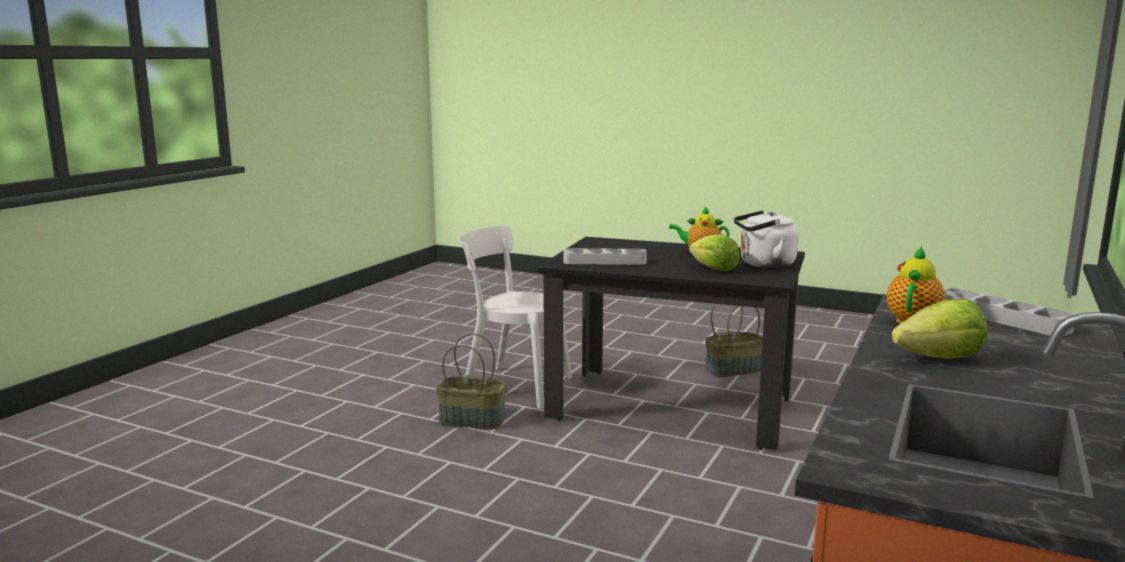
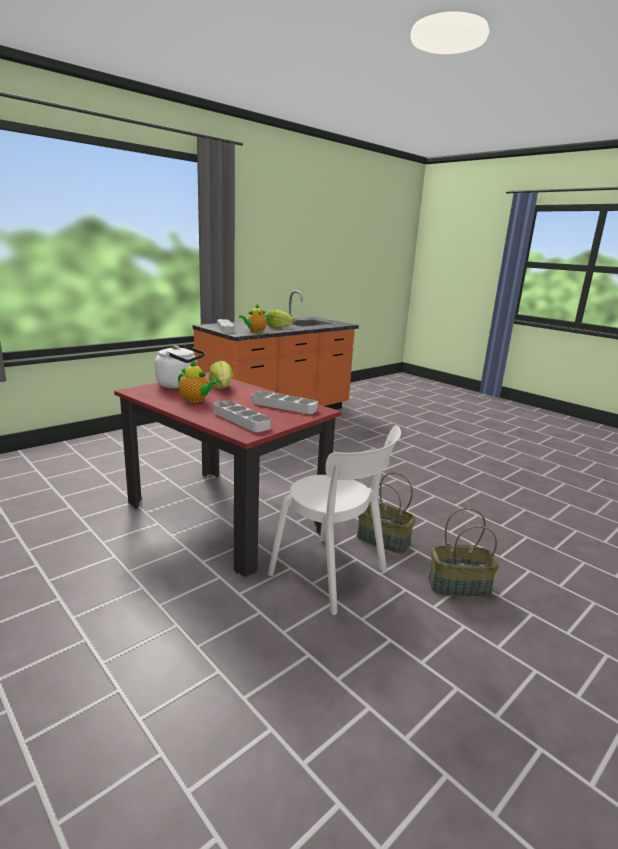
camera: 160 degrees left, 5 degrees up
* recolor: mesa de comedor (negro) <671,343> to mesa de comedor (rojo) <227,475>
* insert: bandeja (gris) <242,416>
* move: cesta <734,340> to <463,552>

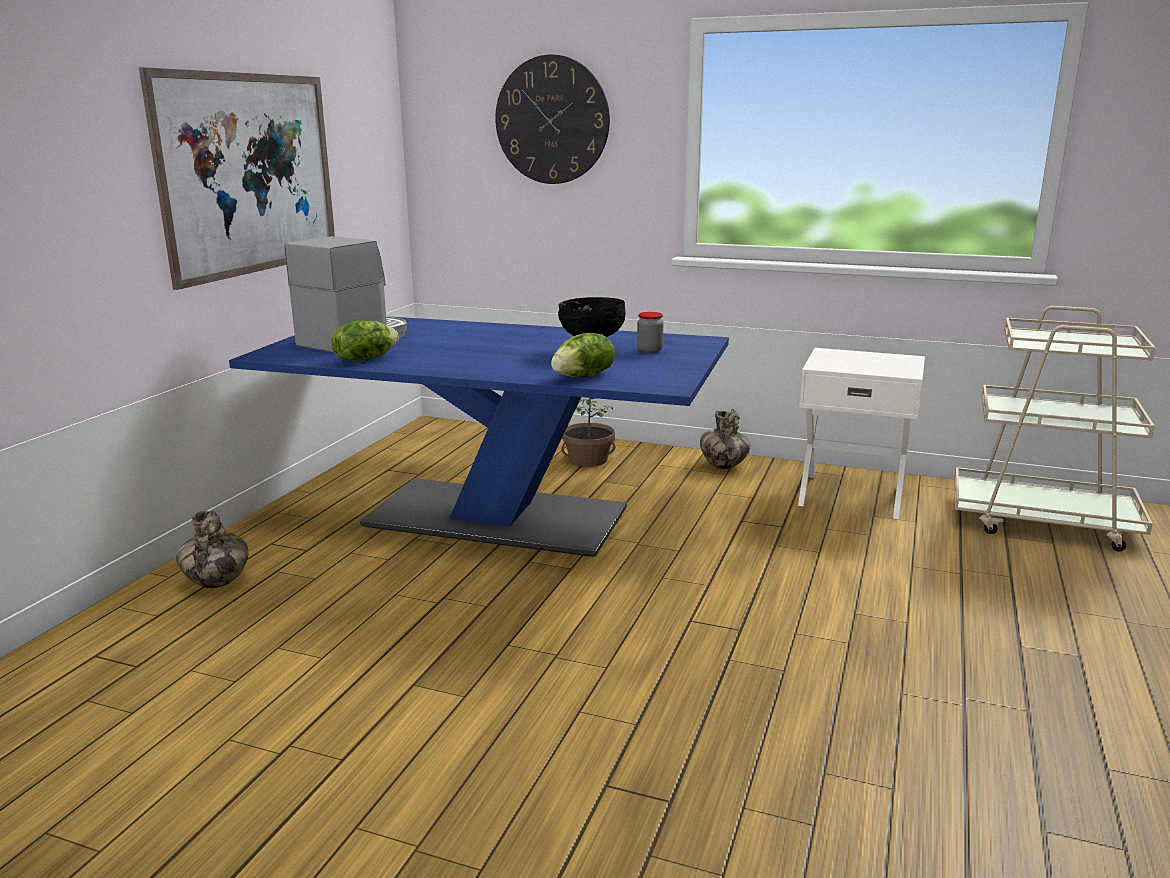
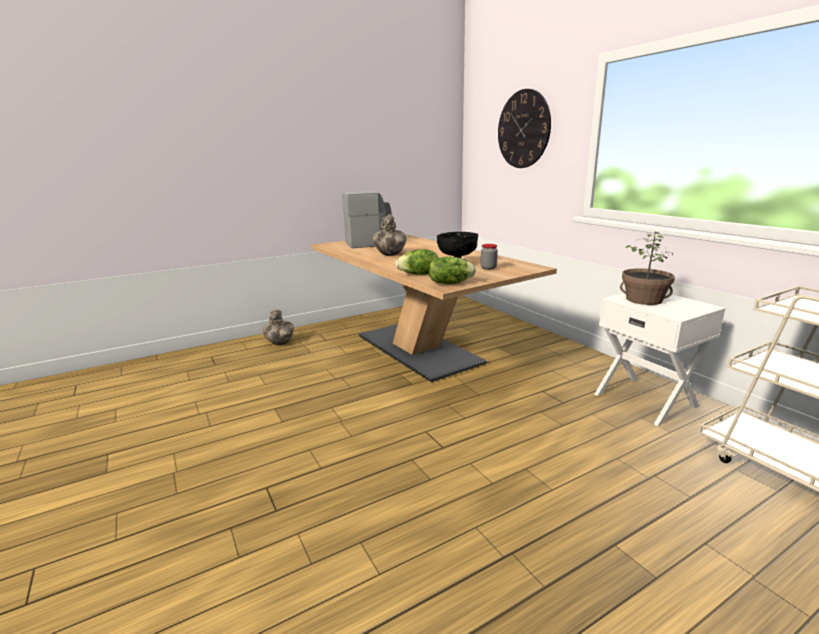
camera: 40 degrees right, 0 degrees up
* recolor: mesa de comedor (azul) <479,436> to mesa de comedor (beis) <433,308>
* move: florero <725,439> to <389,235>
* move: lechuga <365,341> to <452,270>
* move: planta en maceta <588,432> to <647,268>
* delete: cuadro <237,178>

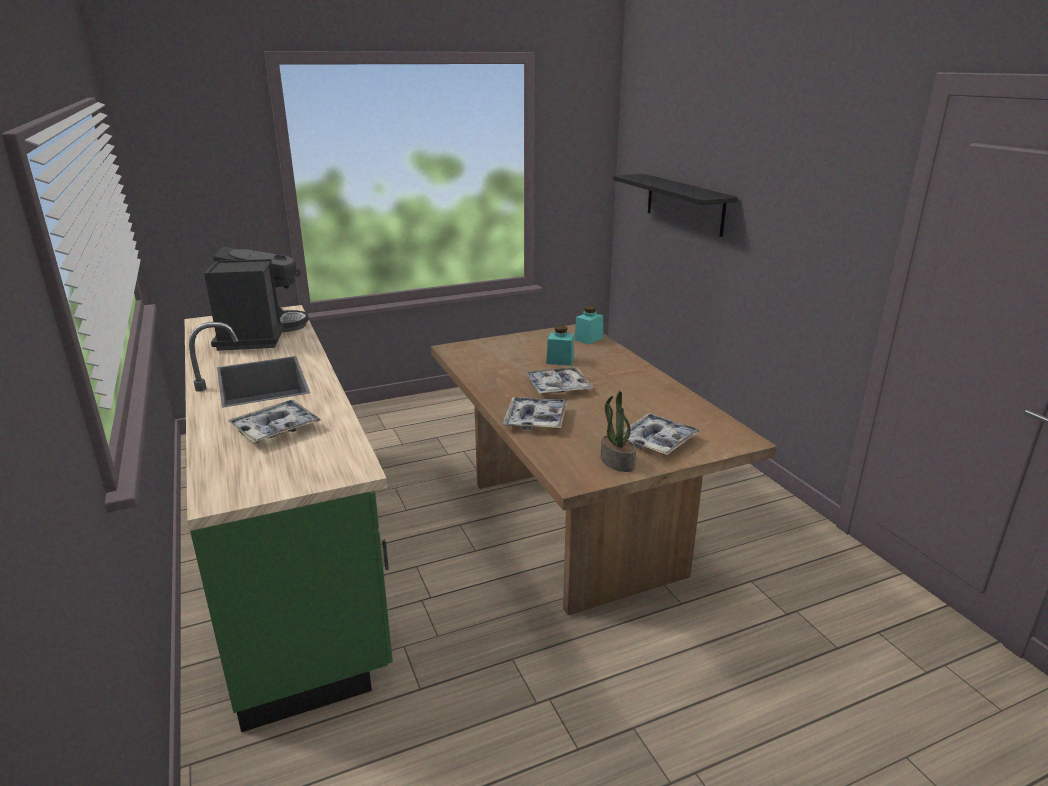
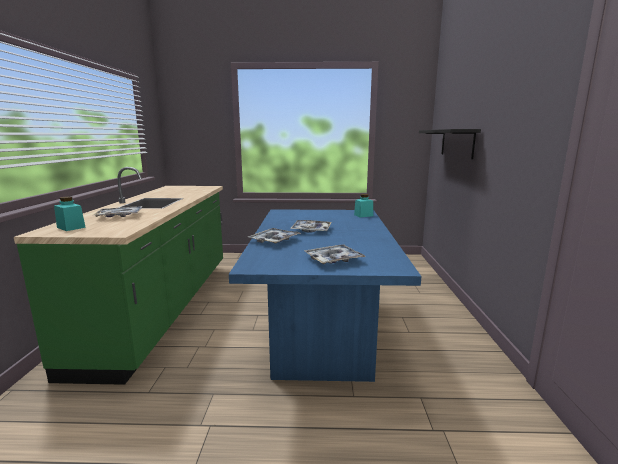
camera: 25 degrees right, 10 degrees down
* move: tarro (turquesa) <560,346> to <70,213>
* recolor: mesa de comedor (marrón) <604,469> to mesa de comedor (azul) <325,295>
* delete: cafetera <256,299>
* delete: planta en maceta <618,431>

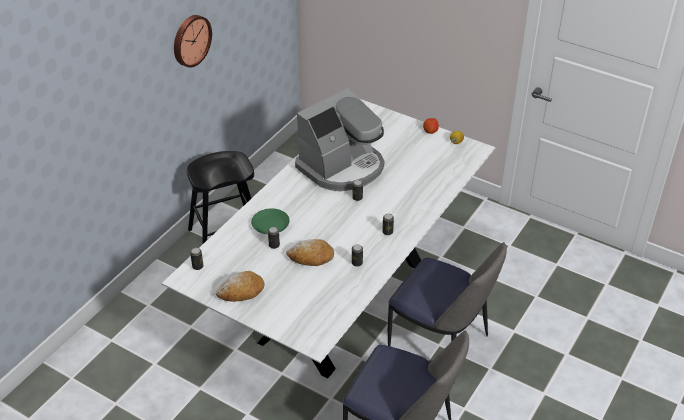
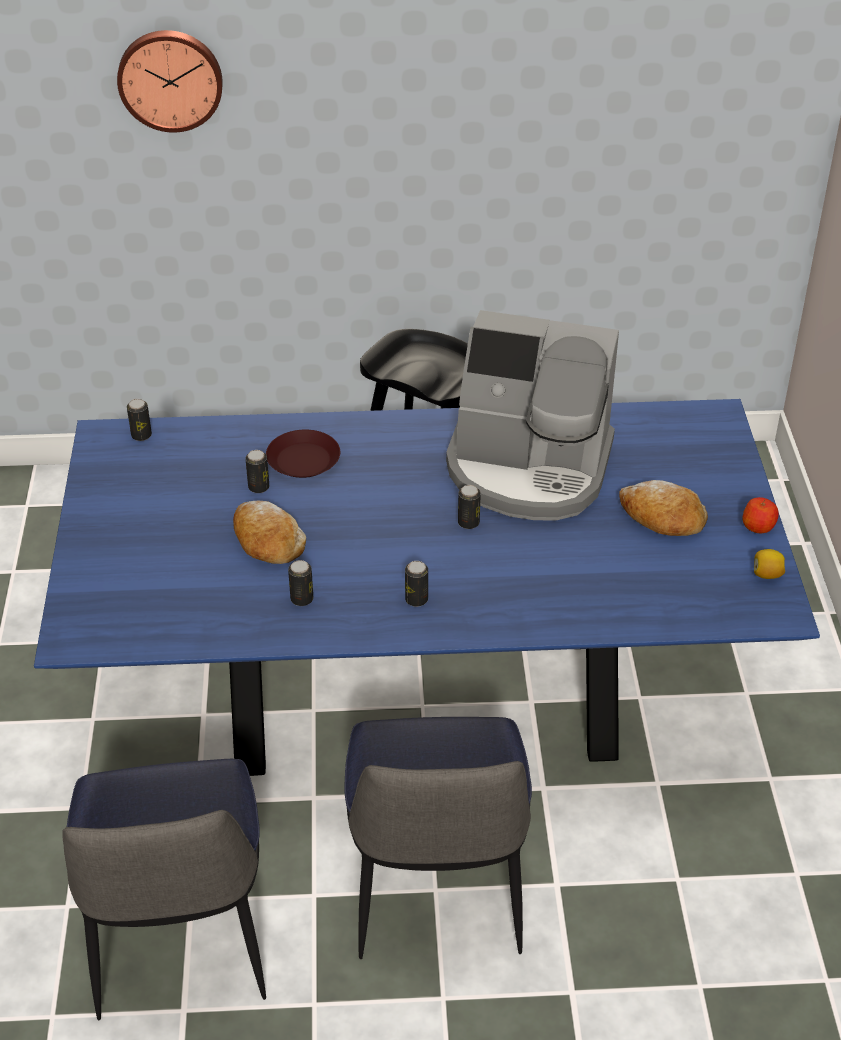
camera: 55 degrees right, 0 degrees up
* recolor: mesa de comedor (blanco) <328,239> to mesa de comedor (azul) <427,587>
* move: reloj de pared <193,41> to <170,81>
* recolor: plato (verde) <270,221> to plato (marrón) <303,454>
* move: pan <240,286> to <663,508>

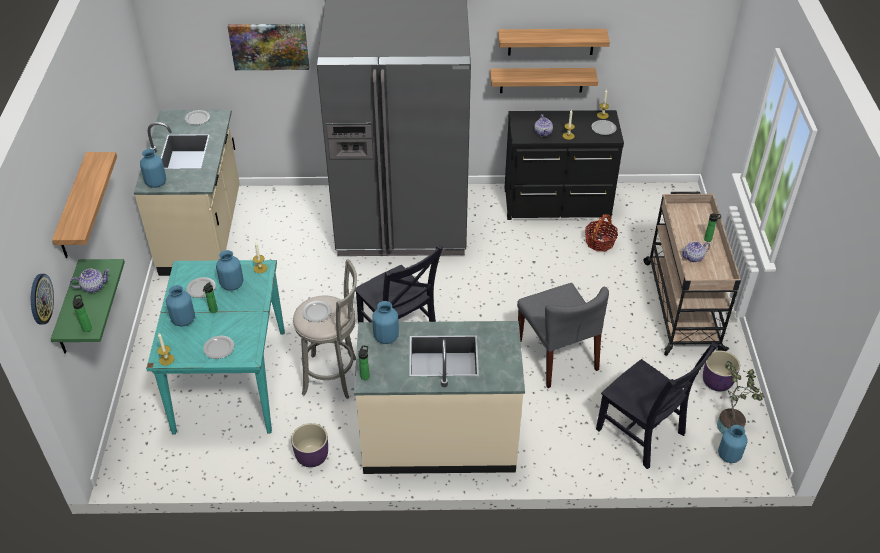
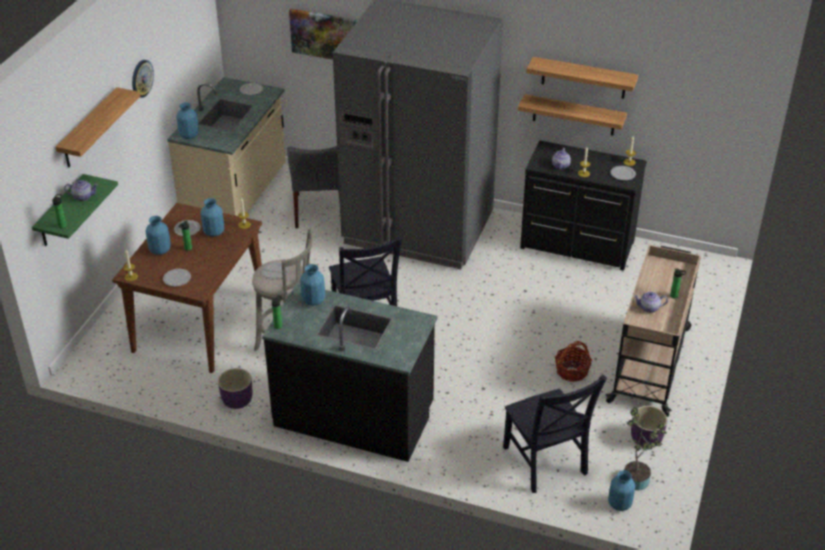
camera: 20 degrees right, 5 degrees down
* recolor: mesa de comedor (turquesa) <215,347> to mesa de comedor (marrón) <187,288>
* move: reloj de pared <42,299> to <143,79>
* recolor: mueble bajo de cocina (beis) <439,397> to mueble bajo de cocina (negro) <350,372>
* move: silla (gris) <563,335> to <313,187>
* move: cesta <601,232> to <573,361>

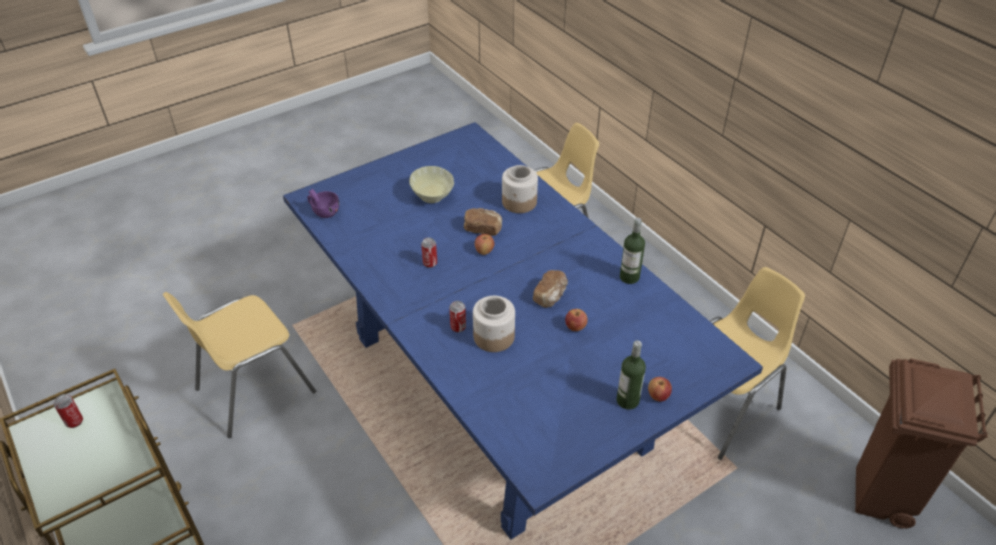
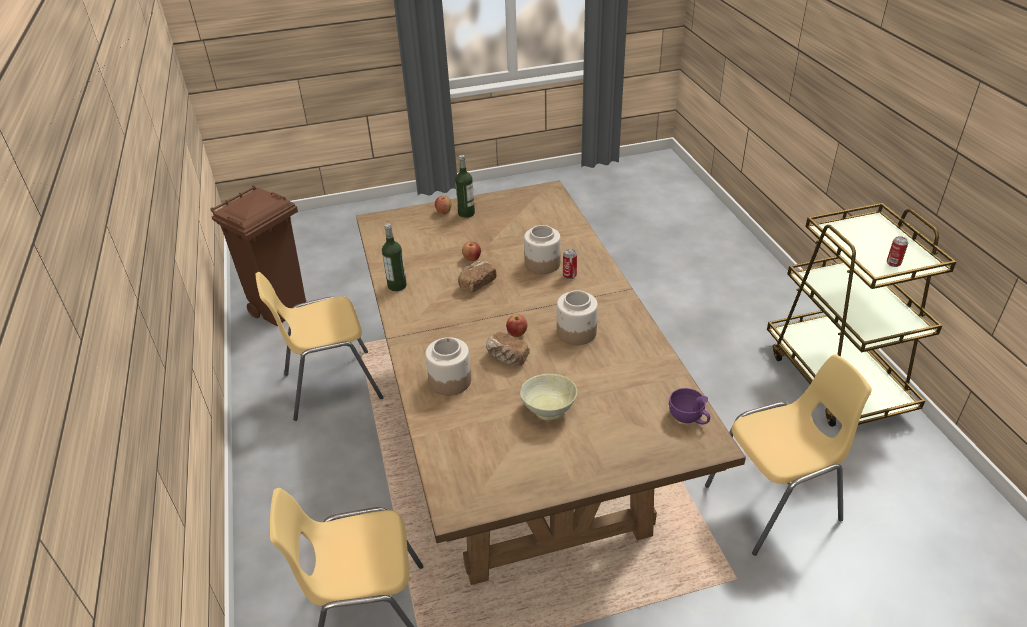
camera: 160 degrees left, 5 degrees down
* recolor: mesa de comedor (azul) <523,330> to mesa de comedor (marrón) <551,382>
* replace: lata <429,253> to tarro <577,317>

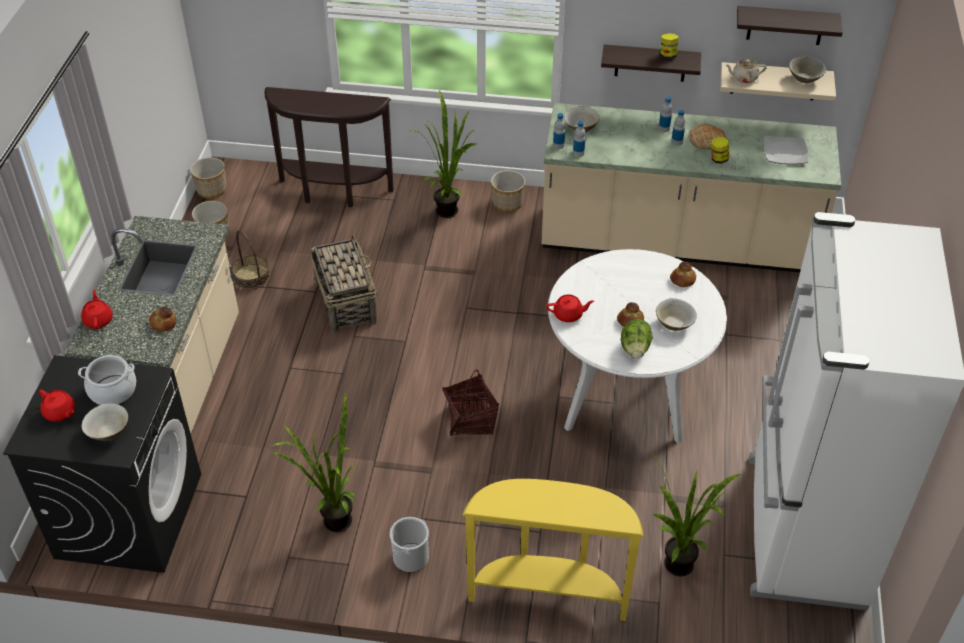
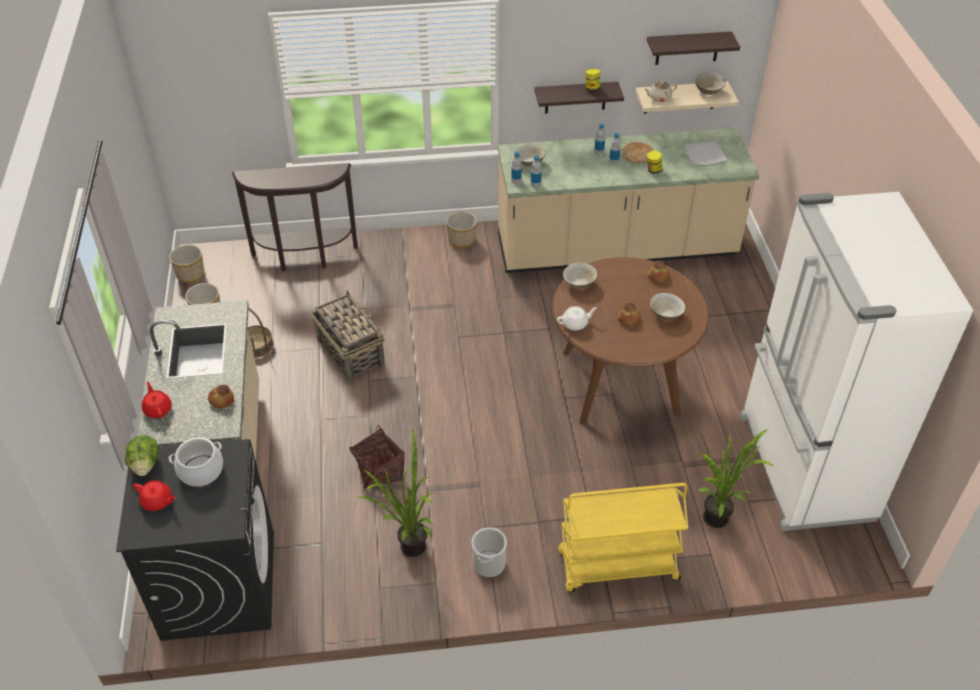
camera: 15 degrees left, 0 degrees up
* move: lechuga <637,339> to <141,455>
* move: cesta <470,403> to <377,457>
* recolor: mesa de comedor (blanco) <637,346> to mesa de comedor (marrón) <630,341>
* recolor: tetera (rojo) <570,308> to tetera (blanco) <577,318>
* replace: mesa consola (amarillo) <553,550> to carrito (amarillo) <623,537>
* move: cuenco (beis) <105,422> to <580,276>
* delete: planta en maceta <444,154>

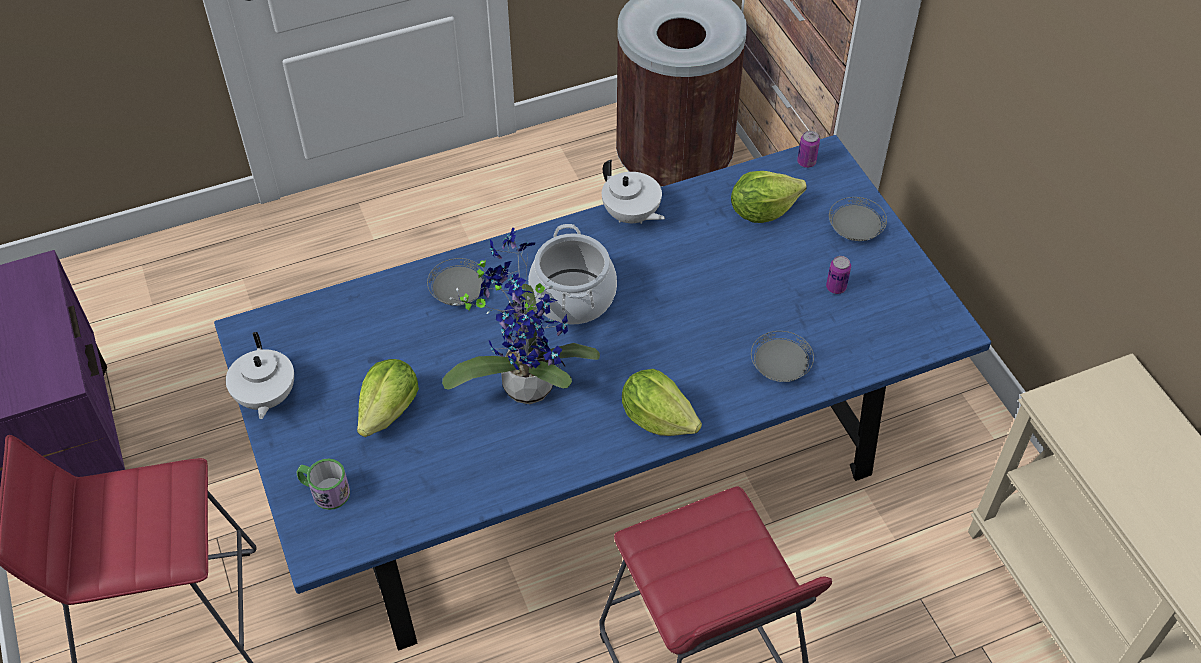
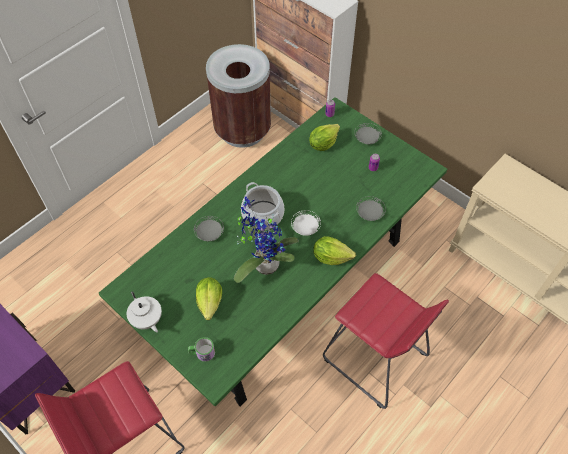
camera: 25 degrees left, 5 degrees up
* recolor: mesa de comedor (azul) <602,393> to mesa de comedor (verde) <272,251>
* insert: plato (blanco) <306,223>
* delete: tetera (blanco) <633,192>

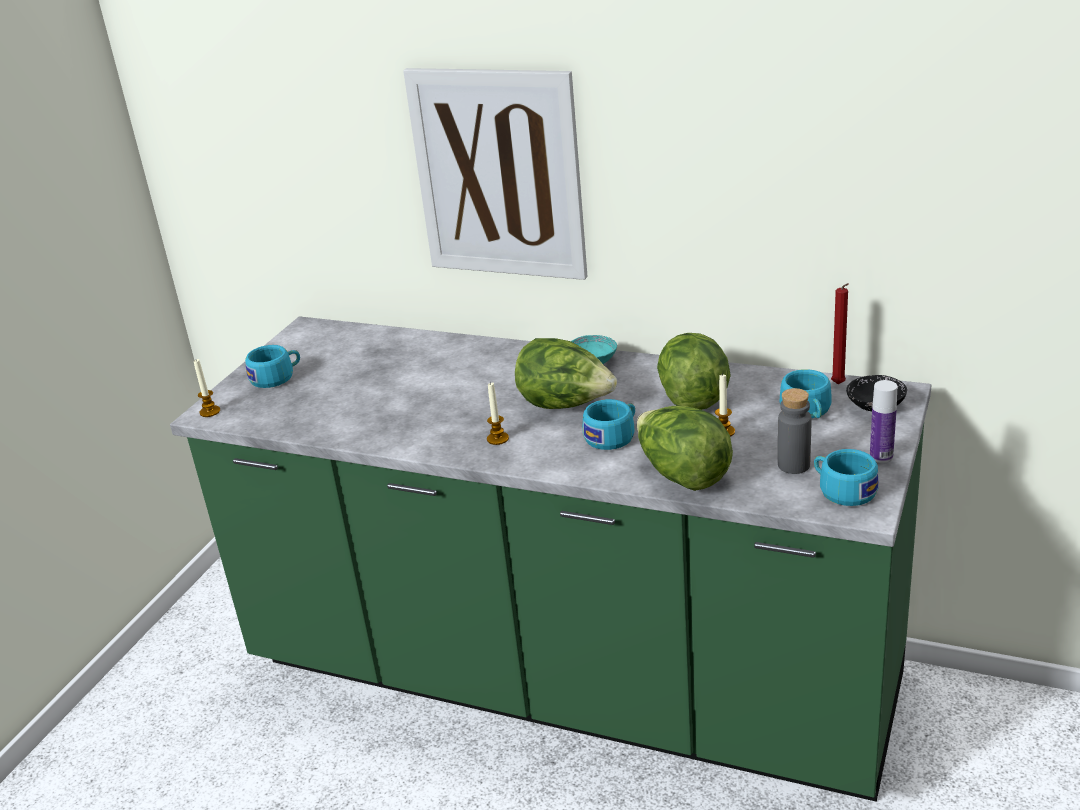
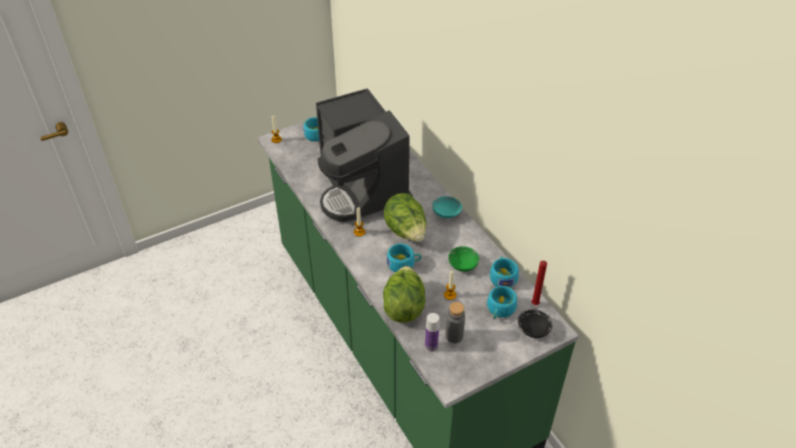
camera: 35 degrees right, 15 degrees up
* insert: cafetera <364,155>
* move: botella <883,421> to <432,332>
* replace: lechuga <694,371> to cuenco (verde) <463,259>
* move: taza (turquesa) <846,477> to <504,272>
* delete: cuadro <495,174>

